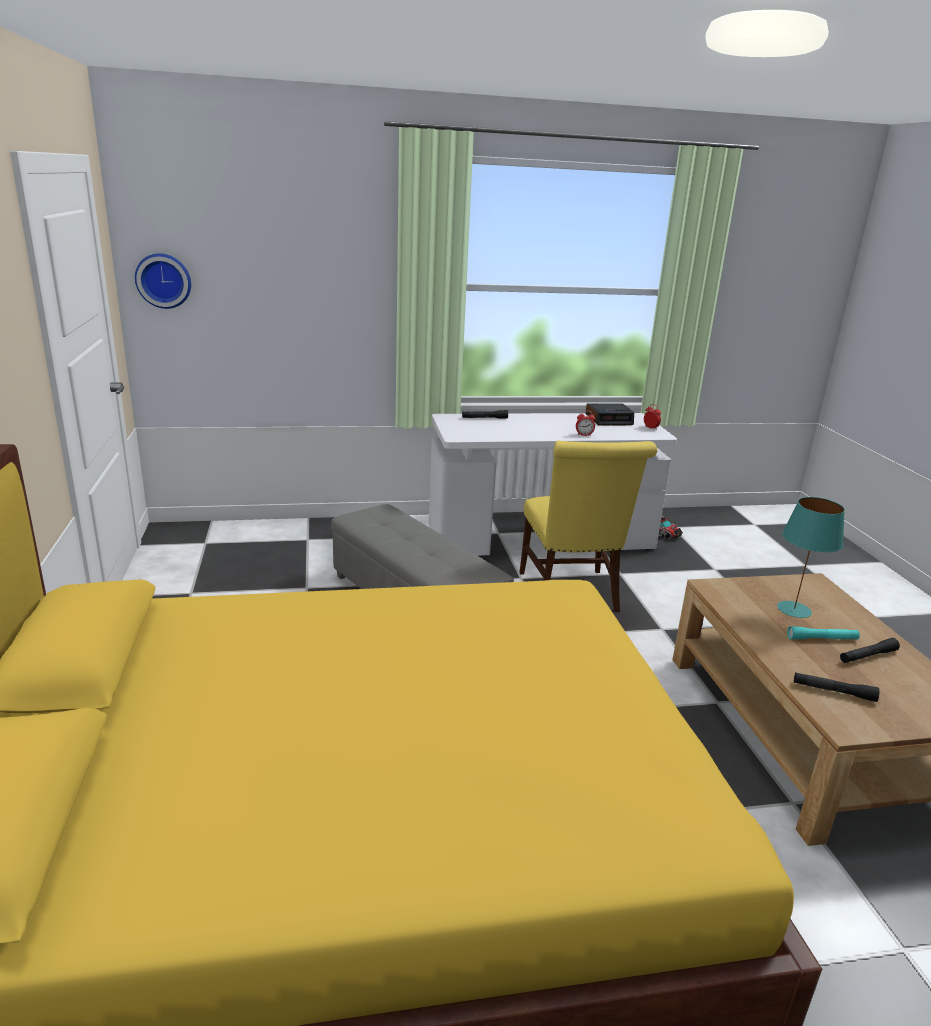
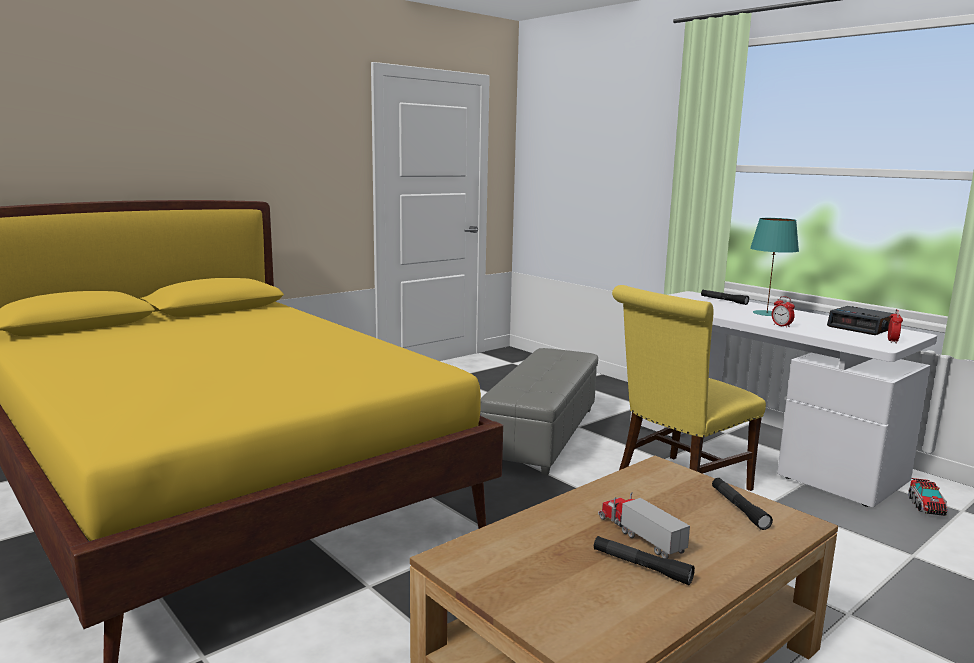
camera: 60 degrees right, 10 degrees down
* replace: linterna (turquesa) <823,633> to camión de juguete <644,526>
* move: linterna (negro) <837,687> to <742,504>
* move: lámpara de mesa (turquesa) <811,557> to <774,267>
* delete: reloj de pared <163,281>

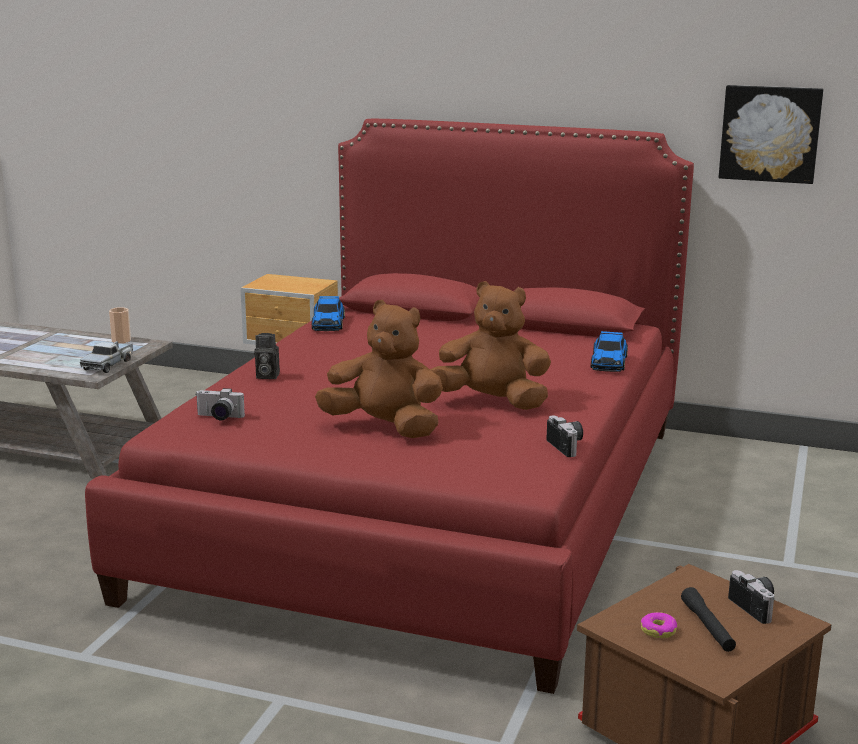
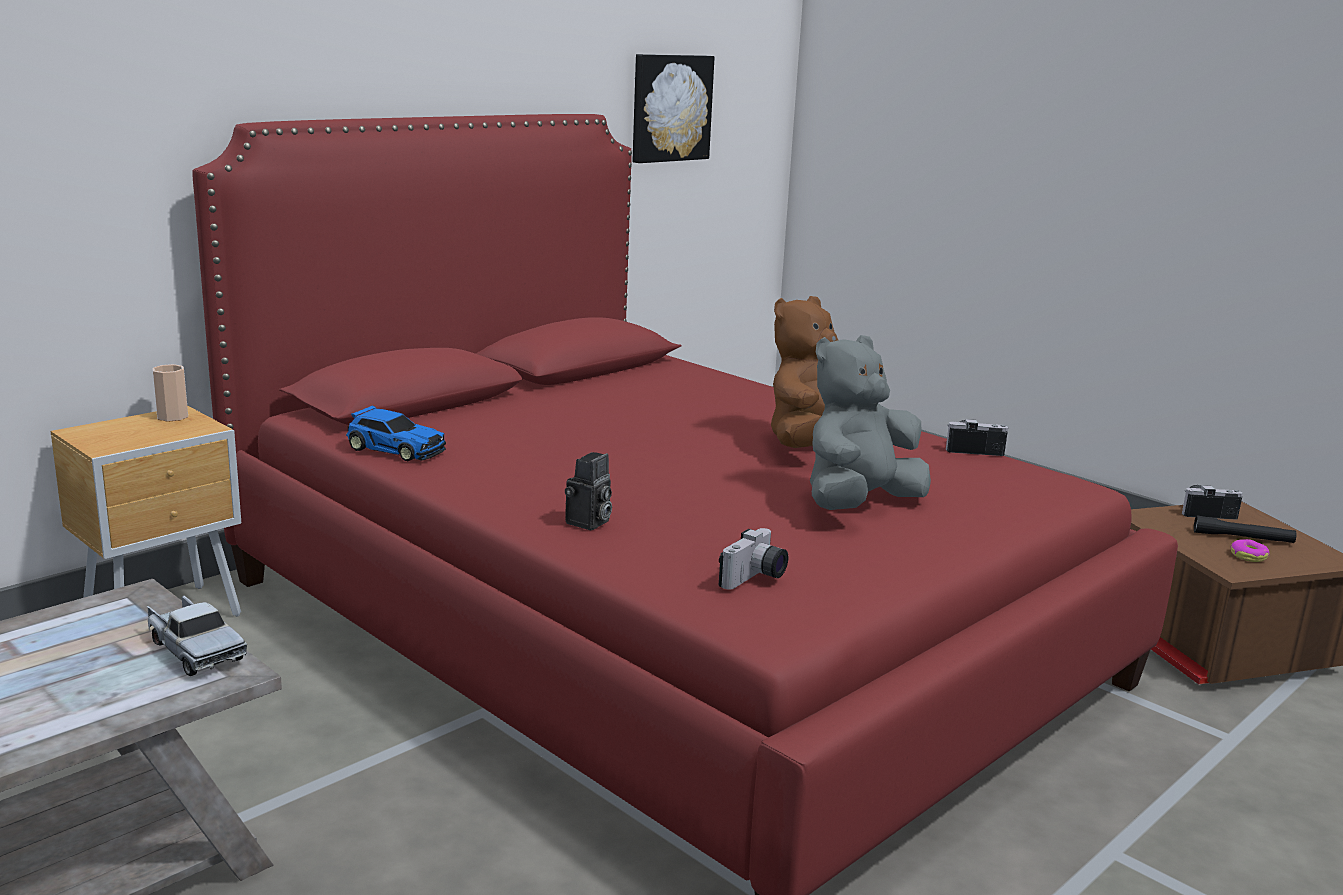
camera: 65 degrees left, 0 degrees up
* move: taza <120,325> to <170,393>
* recolor: peluche (marrón) <379,369> to peluche (gris) <870,422>
* delete: coche de juguete <609,351>

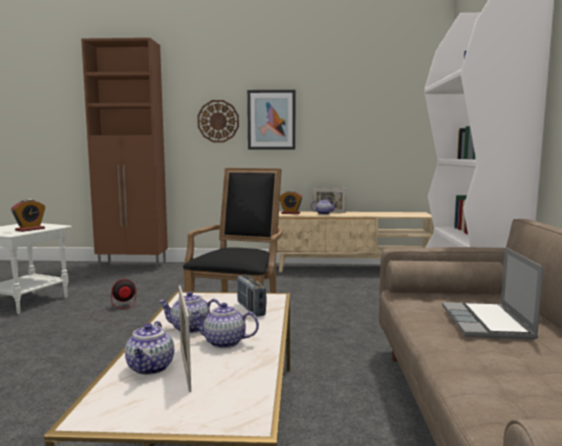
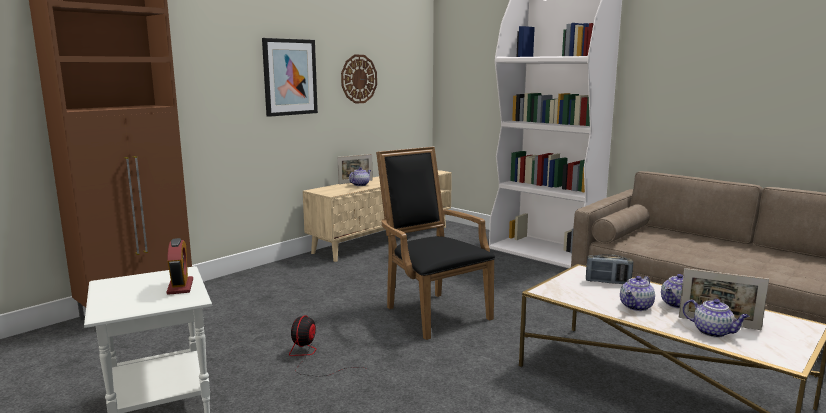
camera: 50 degrees left, 5 degrees up
* move: reloj de pared <218,121> to <359,79>
* delete: despertador <291,202>
* delete: portátil <492,293>

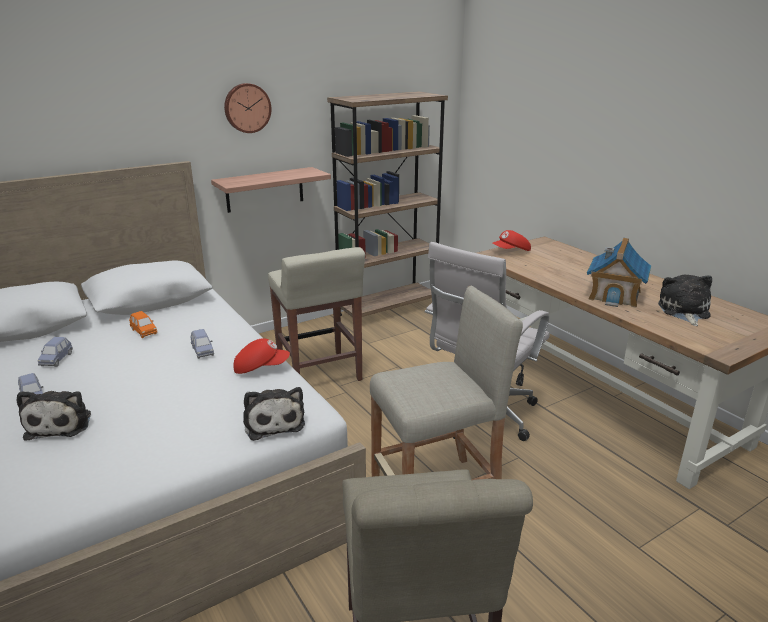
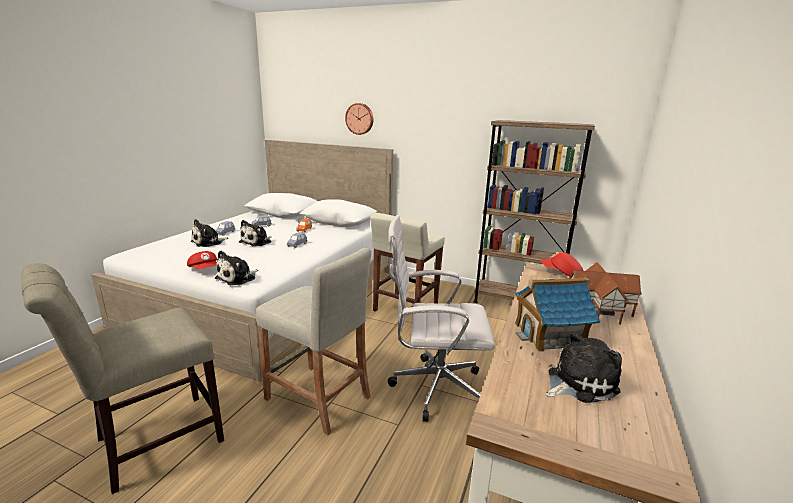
camera: 55 degrees right, 5 degrees down
* move: gorra (rojo) <262,356> to <202,260>
* insert: peluche <255,233>
* move: reloj de pared <247,108> to <359,119>
* insert: casita <605,293>
* delete: estante <271,190>

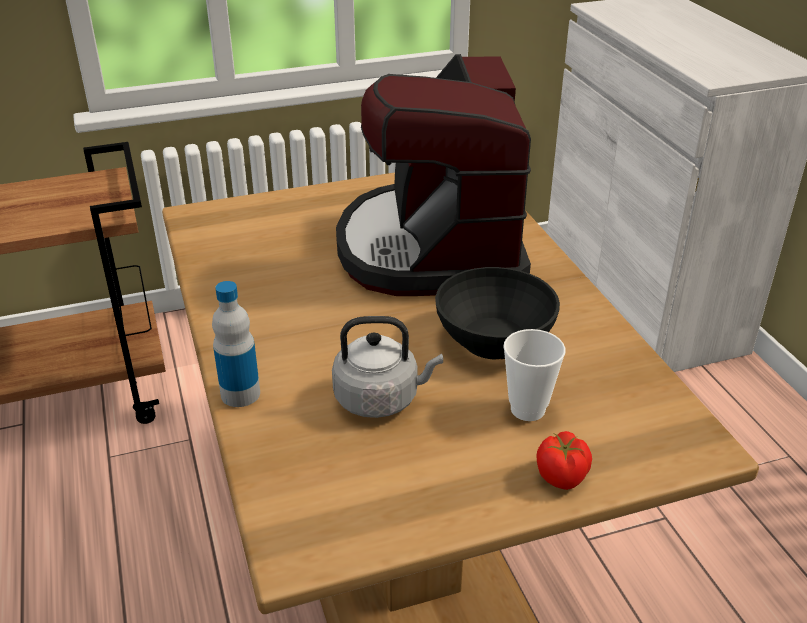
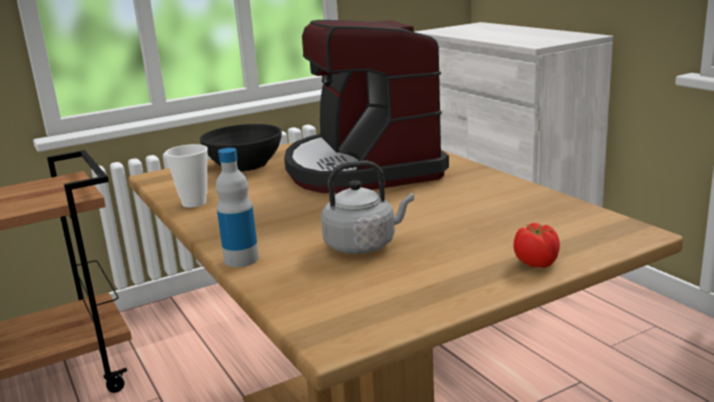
camera: 10 degrees left, 15 degrees down
* move: taza <534,375> to <186,176>
* move: cuenco (negro) <497,313> to <241,148>

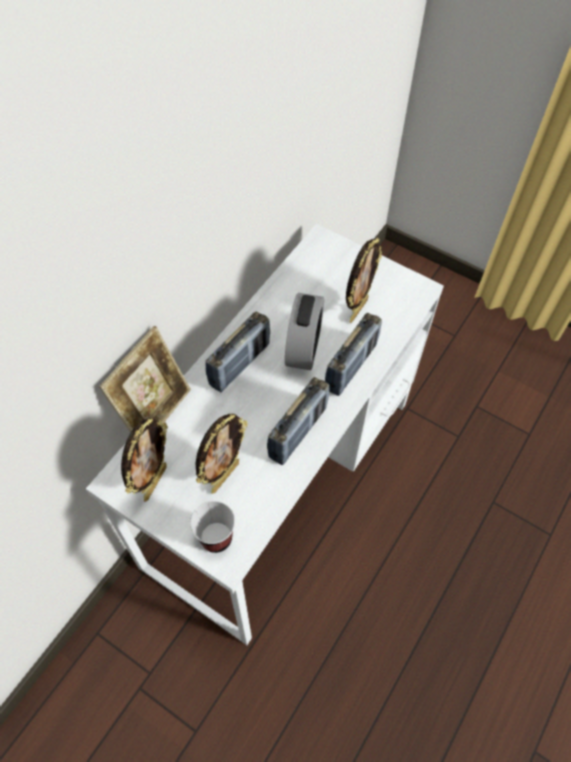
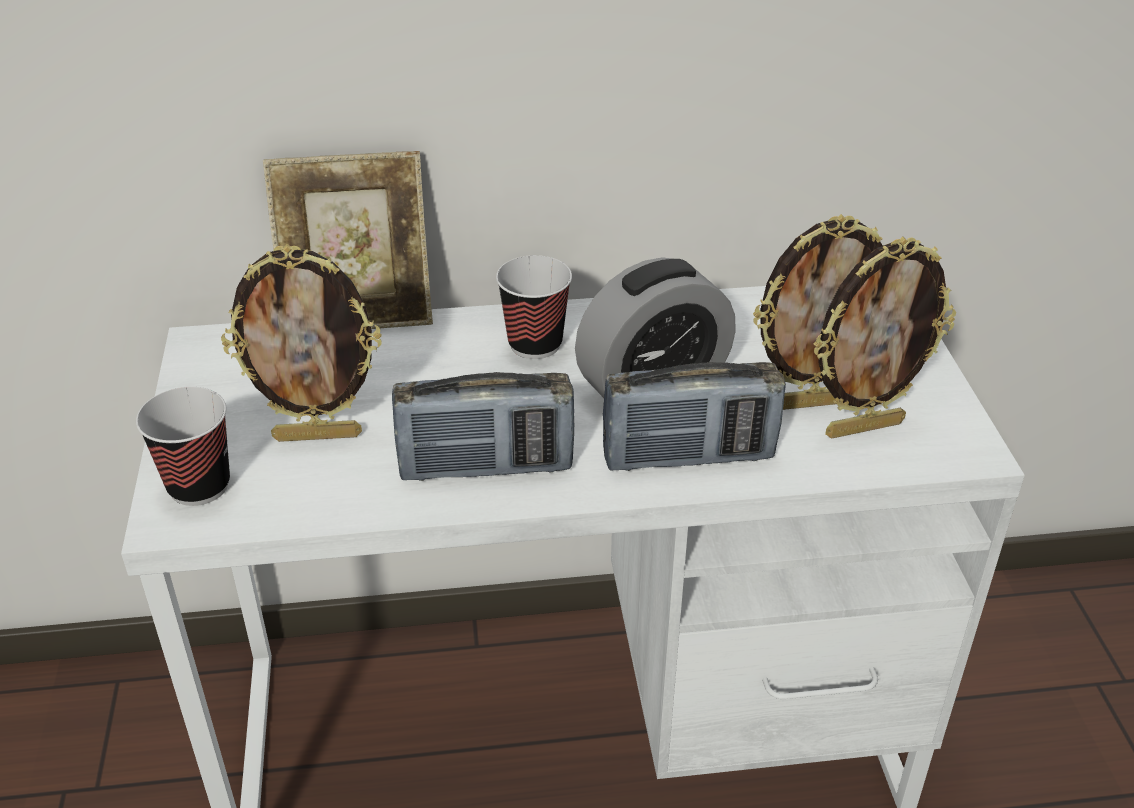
camera: 50 degrees right, 20 degrees down
* replace: radio <237,352> to taza <534,307>
* move: portarretratos <144,460> to <884,337>

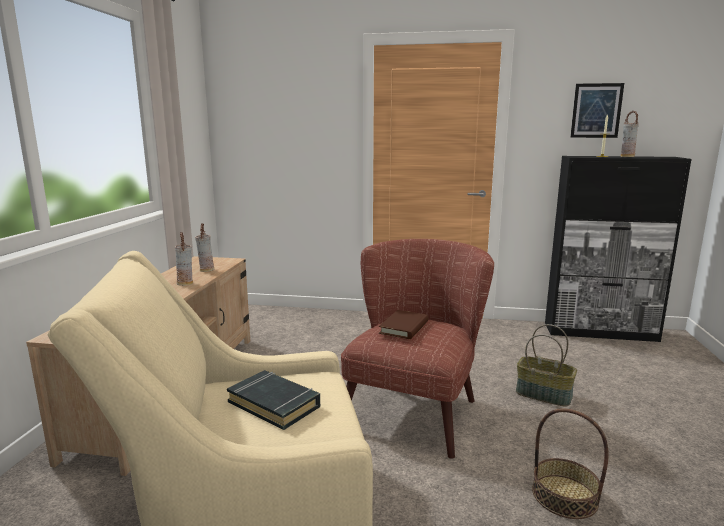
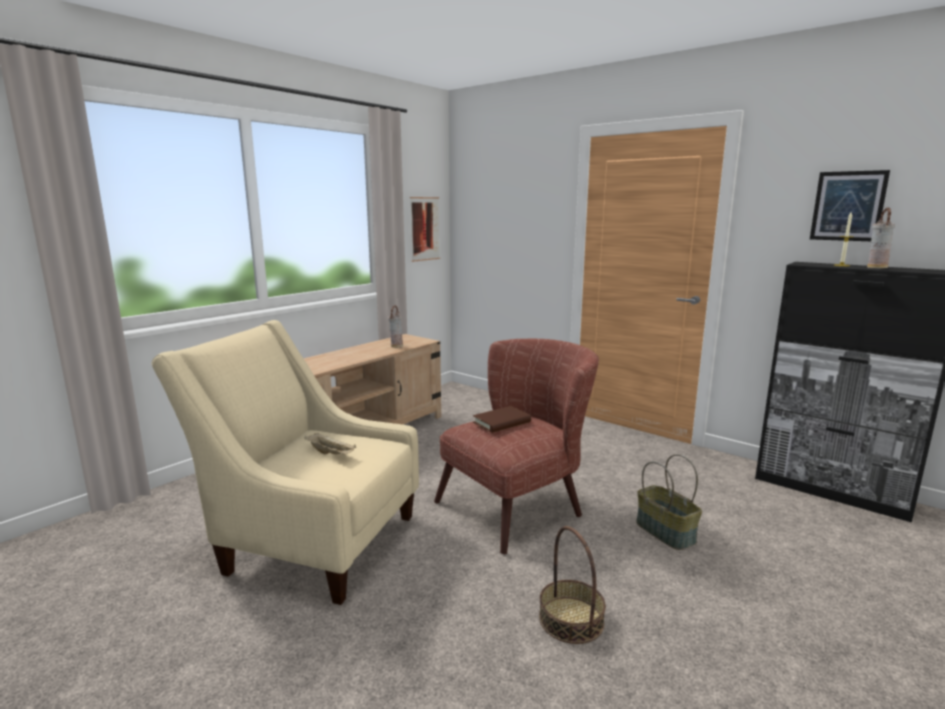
camera: 30 degrees right, 0 degrees up
* replace: libro (negro) <273,400> to bandeja (beis) <330,444>
* insert: cuadro <425,229>
* delete: florero <184,259>

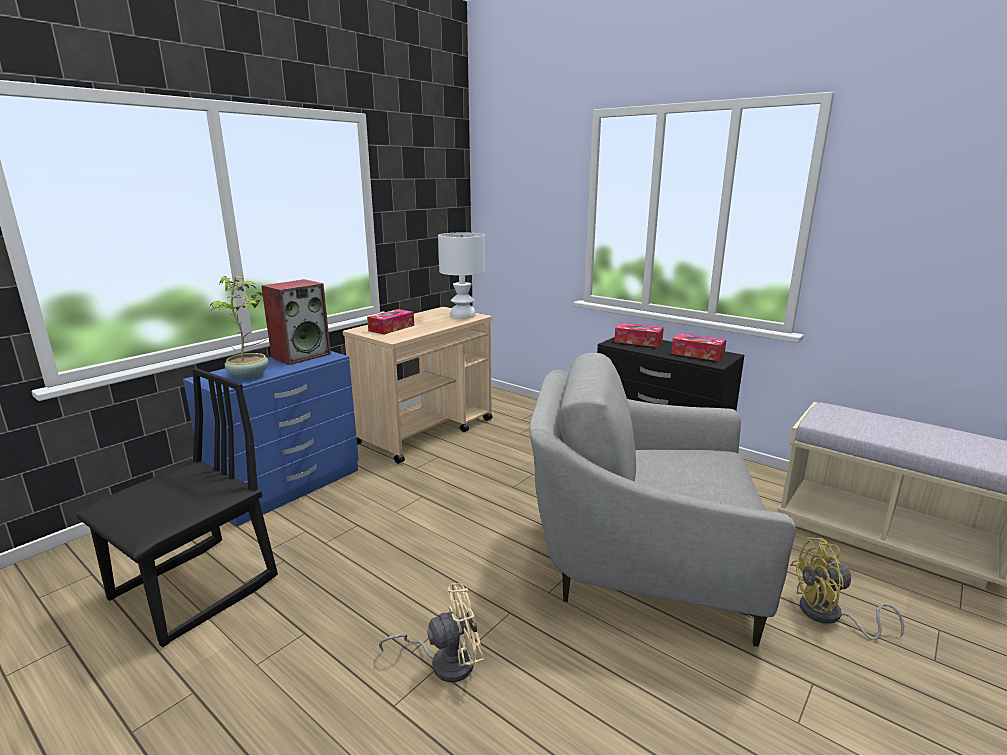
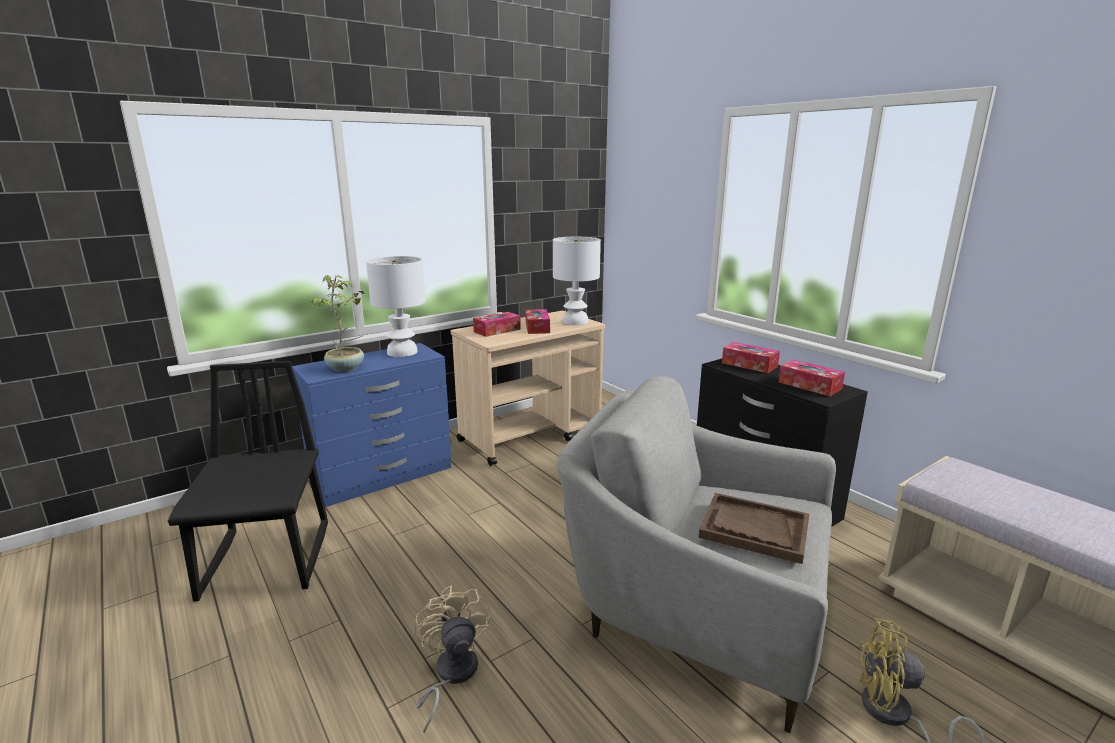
camera: 15 degrees right, 0 degrees up
* rotate: silla (negro) <177,508> = <248,481> 60 degrees counterclockwise
* replace: altavoz <296,322> to lámpara de mesa (blanco) <396,306>
* rotate: ventilador (beis) <431,632> = <452,659> 105 degrees counterclockwise
* insert: caja de pañuelos <537,321>
* insert: bandeja (marrón) <754,528>

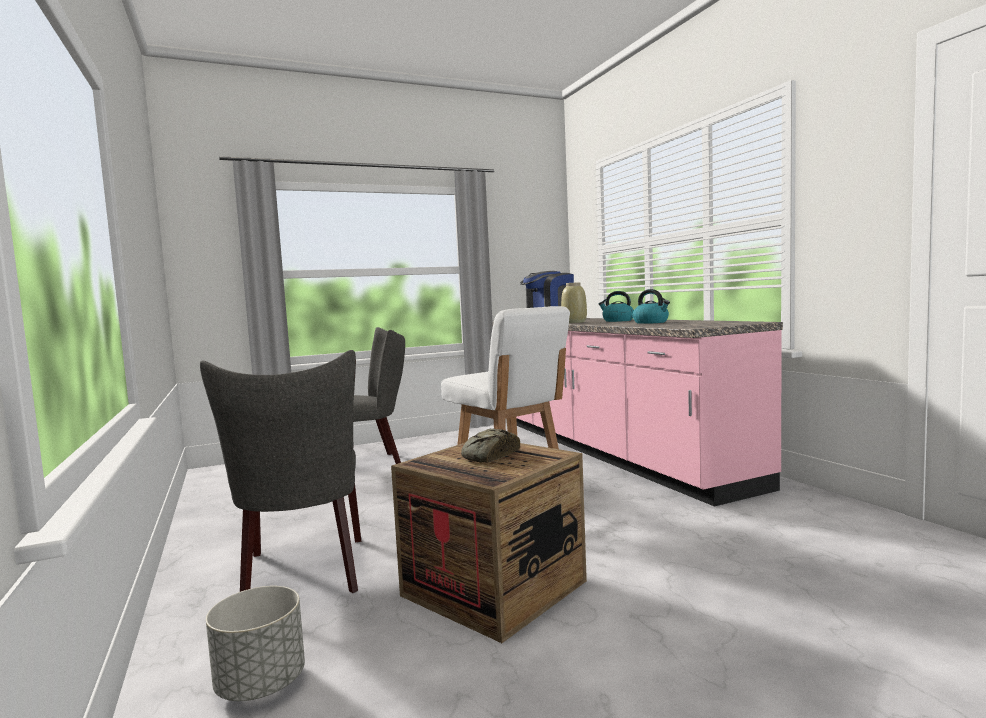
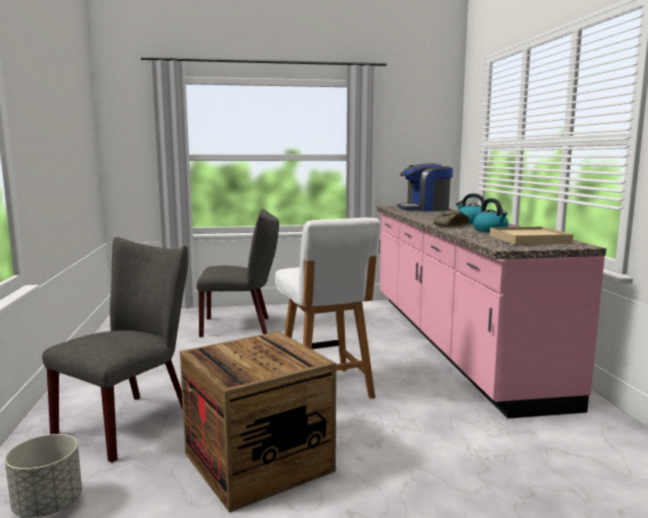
camera: 15 degrees right, 5 degrees up
* rotate: silla (gris) <280,471> = <115,350> 150 degrees counterclockwise
* move: pan <490,446> to <451,219>
* insert: bandeja (beis) <531,236>
* delete: florero (beis) <574,302>

